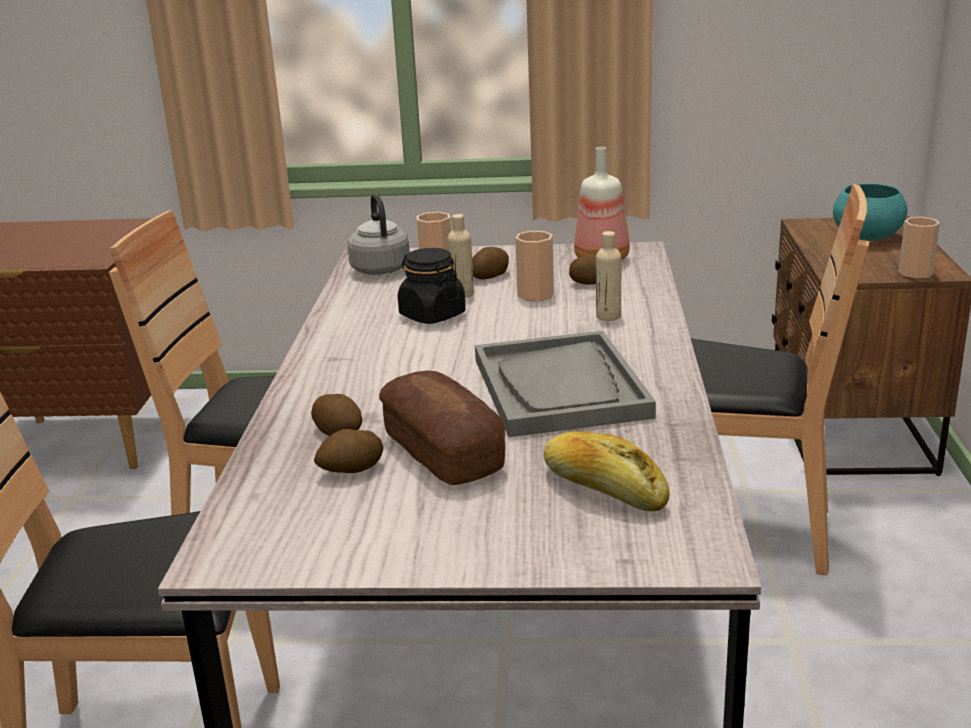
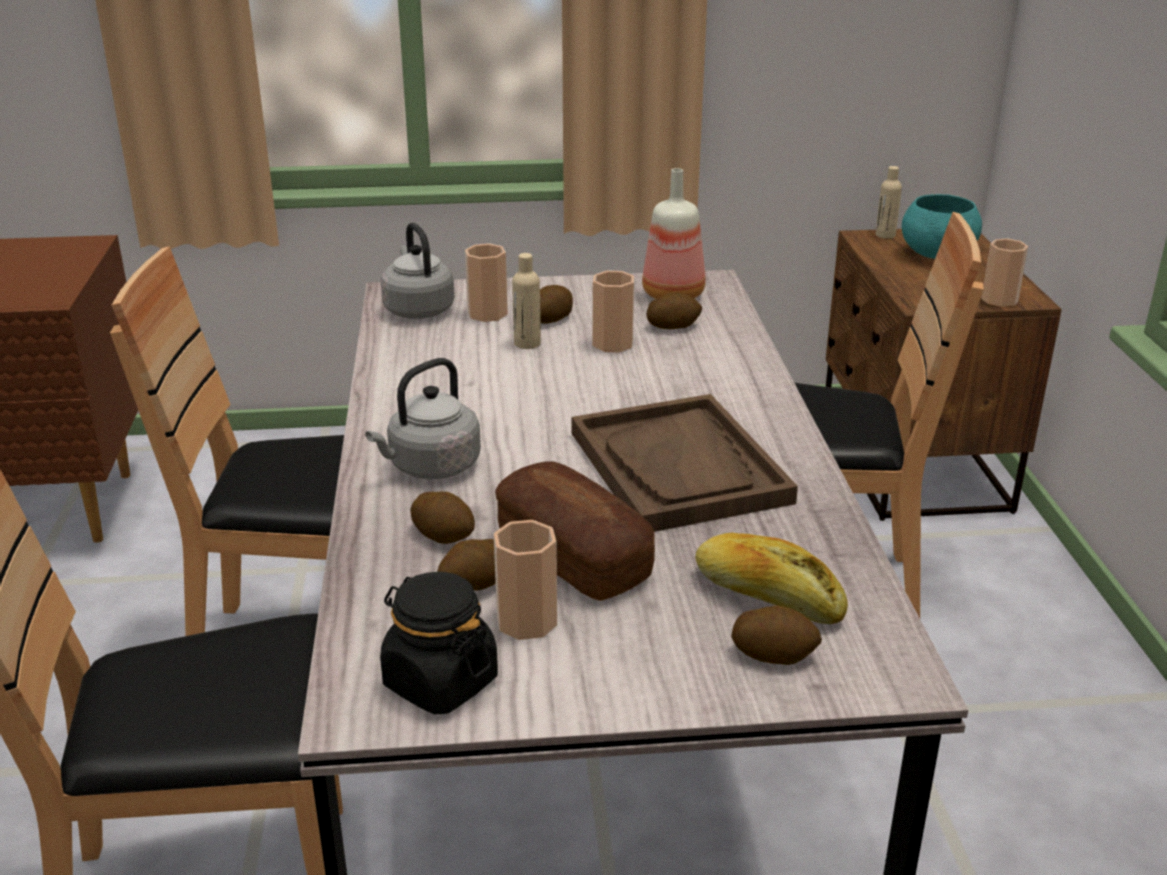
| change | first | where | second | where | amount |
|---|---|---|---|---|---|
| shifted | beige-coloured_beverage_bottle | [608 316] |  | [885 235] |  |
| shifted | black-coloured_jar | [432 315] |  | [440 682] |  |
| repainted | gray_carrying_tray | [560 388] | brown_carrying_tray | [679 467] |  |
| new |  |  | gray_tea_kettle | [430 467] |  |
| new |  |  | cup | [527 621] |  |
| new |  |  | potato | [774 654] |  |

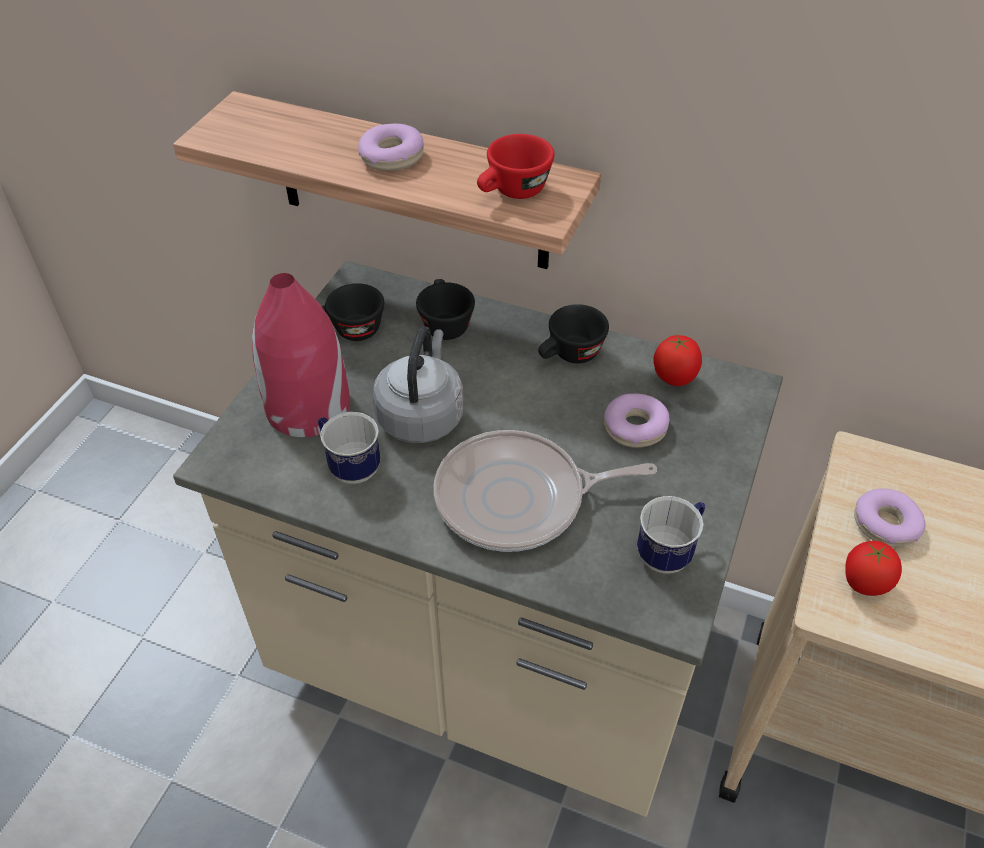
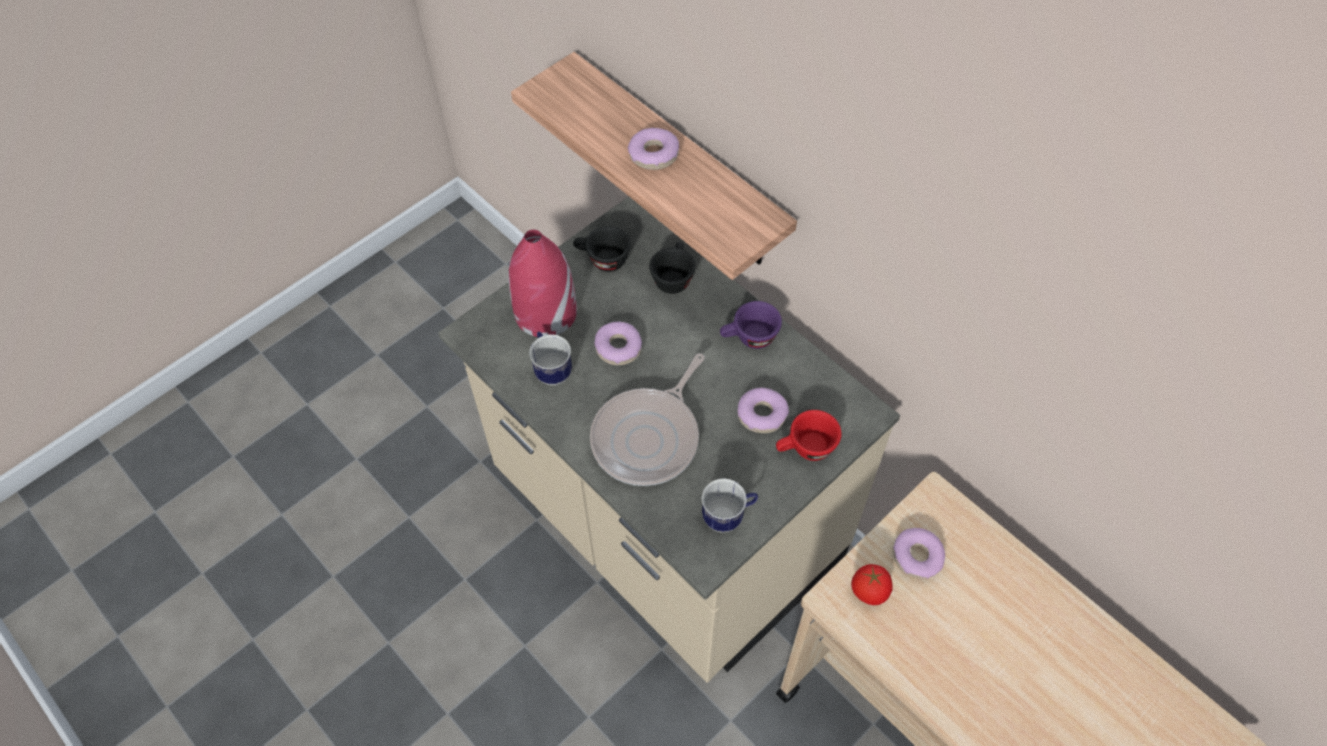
| change | first | where | second | where | amount |
|---|---|---|---|---|---|
| shifted | reddish_cup | [512 192] |  | [805 449] |  |
| repainted | black-coloured_cup | [570 355] | purple-coloured_cup | [749 338] |  |
| swapped | gray_tea_kettle | [421 415] | doughnut | [618 348] |  |
| gone | tomato | [674 379] |  |  |  |
| rotated | skillet | [518 499] |  | [649 437] | 75 degrees counterclockwise |

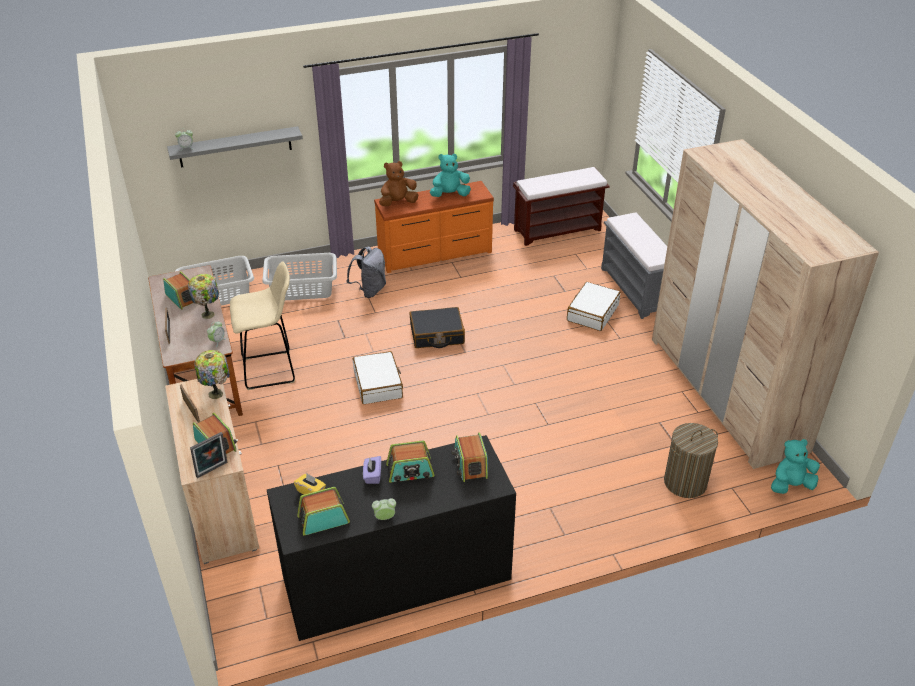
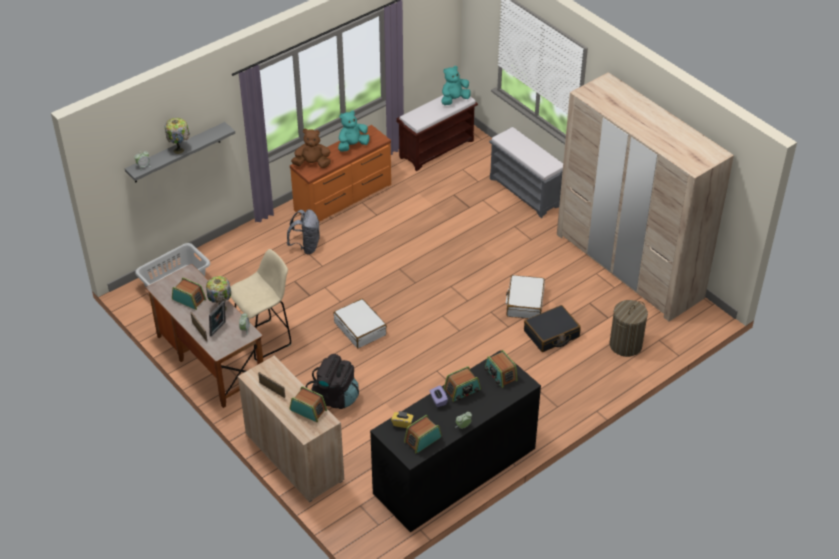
| change | first | where | second | where | amount |
|---|---|---|---|---|---|
| rotated | brown_plush_toy | [398 203] |  | [312 164] | 45 degrees clockwise |
| gone | gray_laundry_basket | [302 288] |  |  |  |
| shifted | white-coloured_suitcase | [592 313] |  | [524 302] |  |
| shifted | black-coloured_suitcase | [437 335] |  | [551 334] |  |
| shifted | lamp_for_a_table | [217 394] |  | [179 150] |  |
| shifted | photo_frame | [212 470] |  | [218 329] |  |
| shifted | turquoise_plush_toy | [790 485] |  | [454 100] |  |
| new |  |  | black-coloured_knapsack | [335 397] |  |

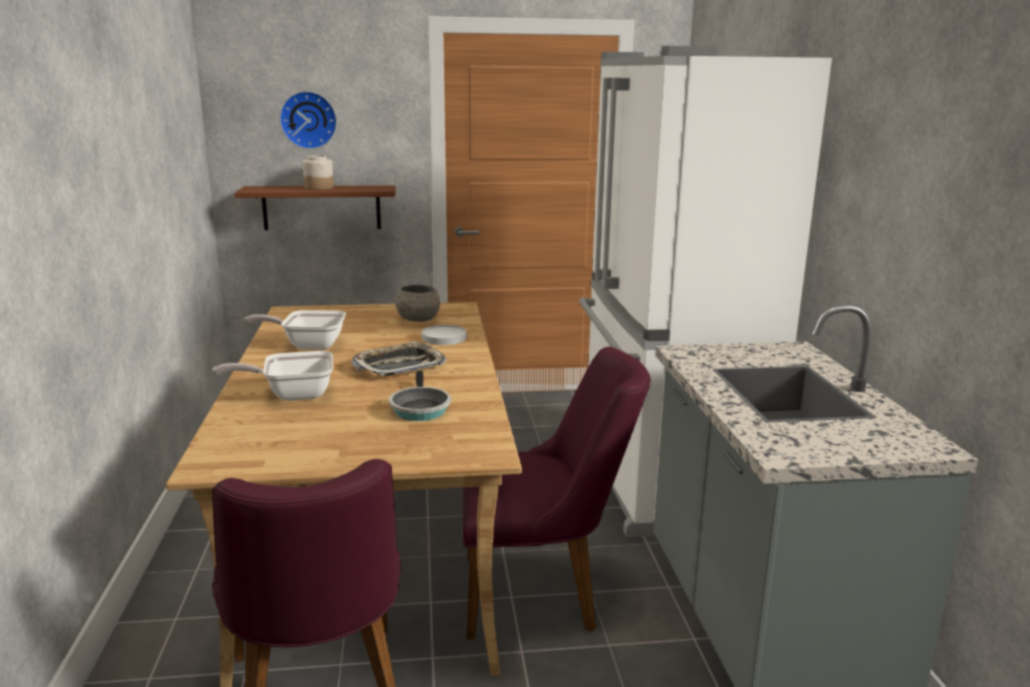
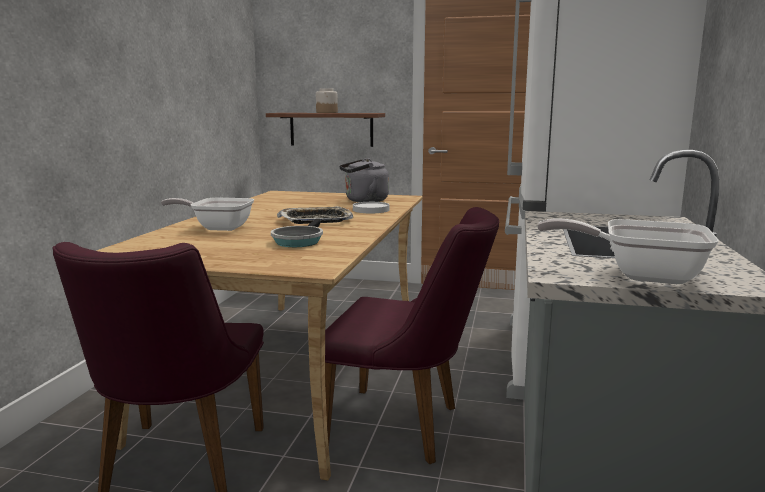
| change | first | where | second | where | amount |
|---|---|---|---|---|---|
| gone | hanging_clock | [309 120] |  |  |  |
| swapped | gray_serving_bowl | [417 319] | gray_tea_kettle | [364 201] |  |
| shifted | skillet | [308 345] |  | [639 275] |  |

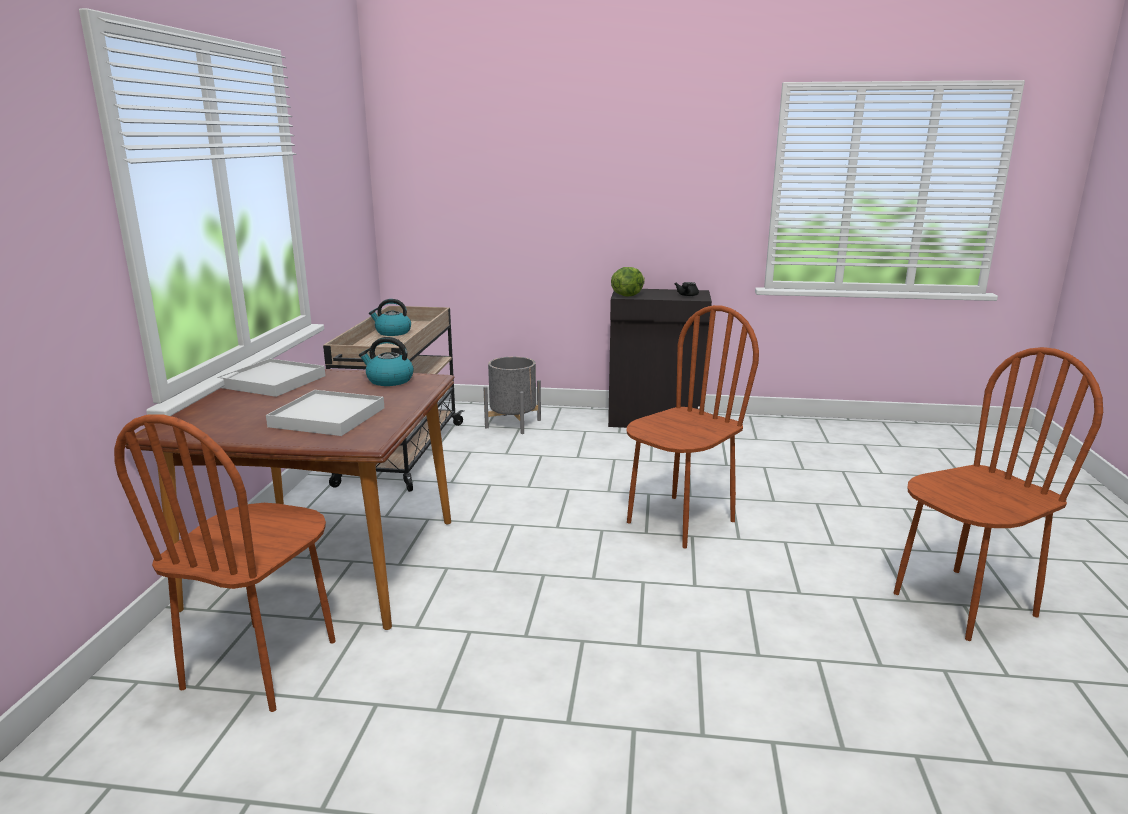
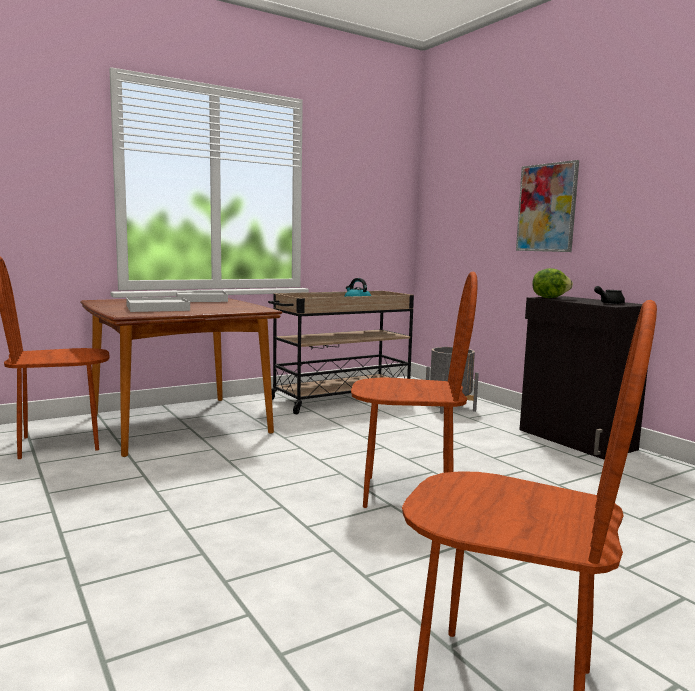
| change | first | where | second | where | amount |
|---|---|---|---|---|---|
| gone | tea_kettle | [389 380] |  |  |  |
| new |  |  | wall_picture | [547 208] |  |

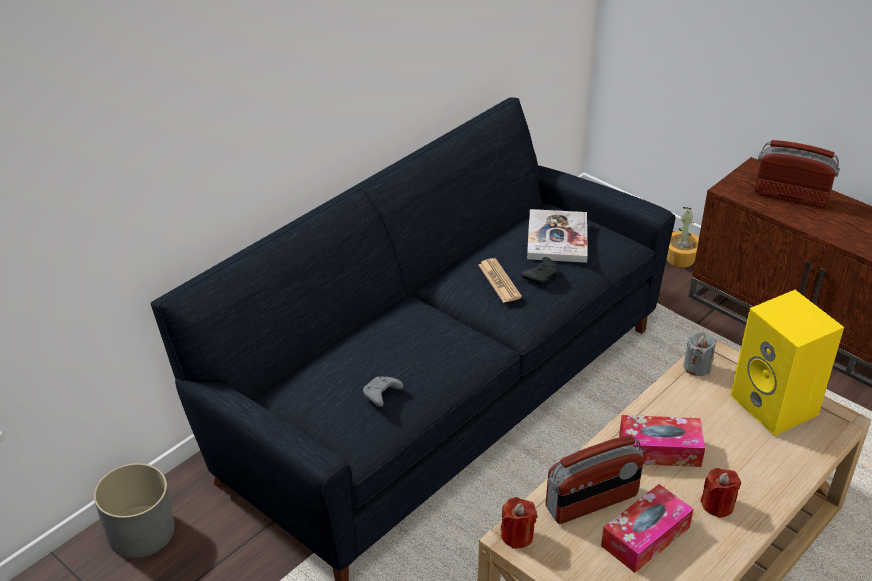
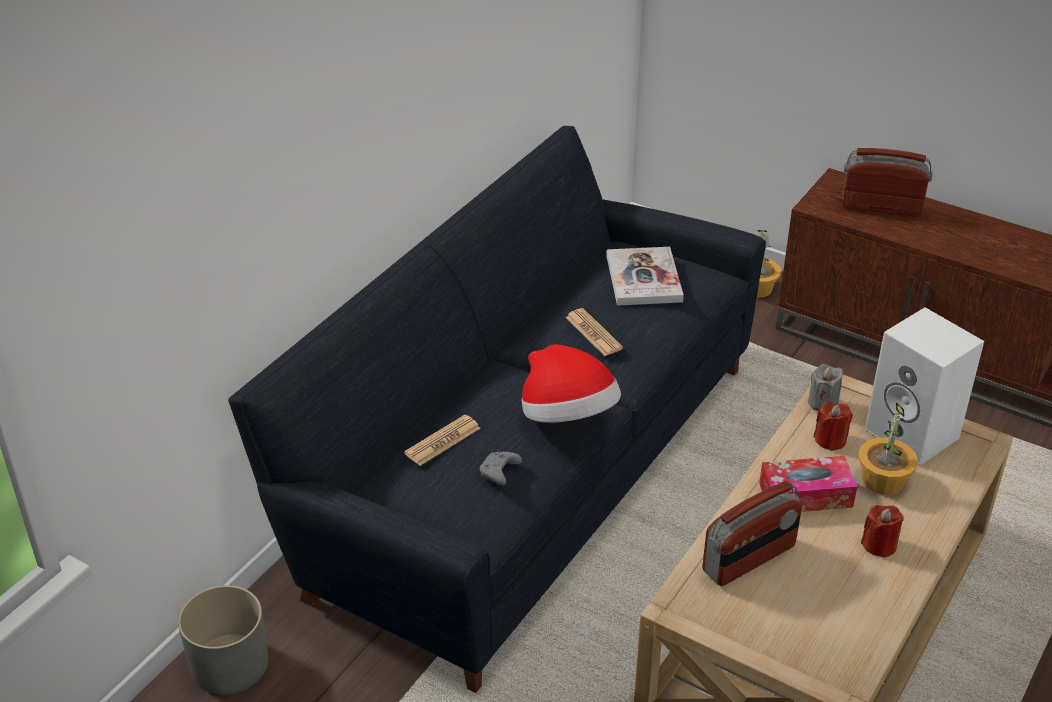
| change | first | where | second | where | amount |
|---|---|---|---|---|---|
| gone | black-coloured_gamepad | [541 276] |  |  |  |
| repainted | yellow_loudspeaker | [776 406] | white-coloured_loudspeaker | [914 433] |  |
| gone | tissue_holder | [645 536] |  |  |  |
| shifted | reddish_wax_light | [517 535] |  | [830 440] |  |
| new |  |  | wearable_hat | [568 417] |  |
| new |  |  | potted_plant | [882 480] |  |
| new |  |  | daily_paper | [442 441] |  |

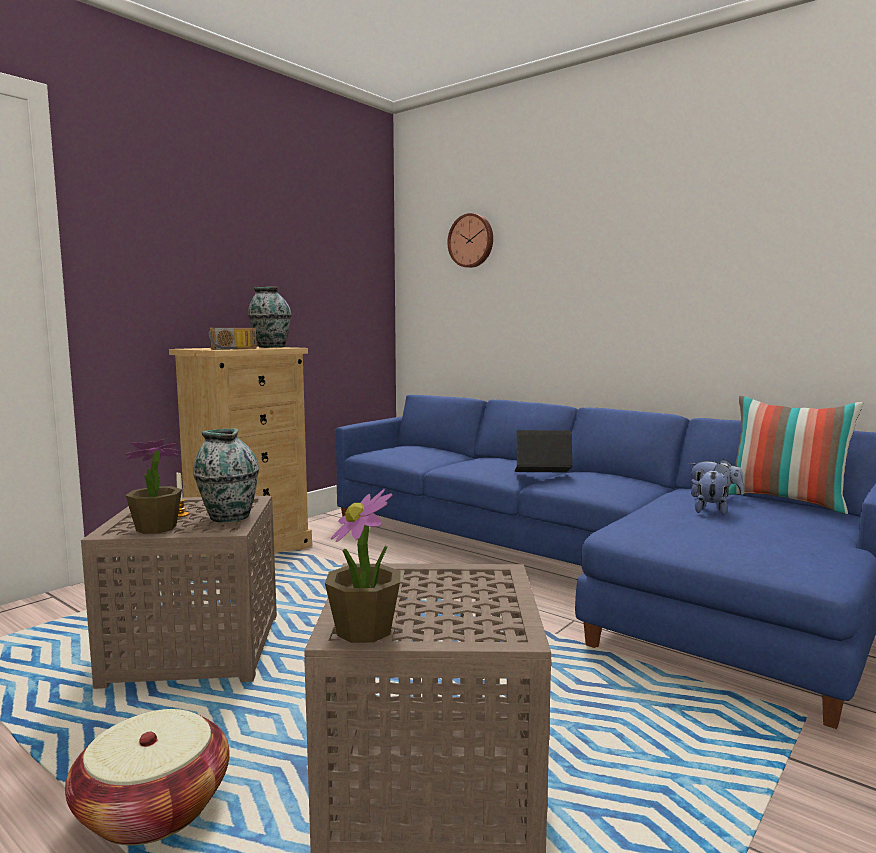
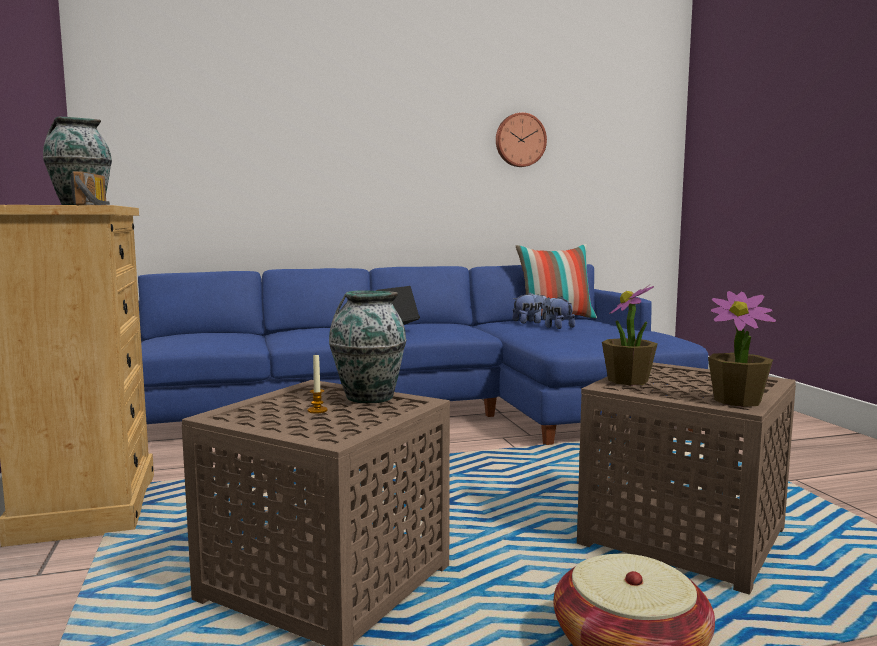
| change | first | where | second | where | amount |
|---|---|---|---|---|---|
| shifted | hanging_clock | [471 241] |  | [520 140] |  |
| shifted | potted_plant | [156 528] |  | [628 380] |  |

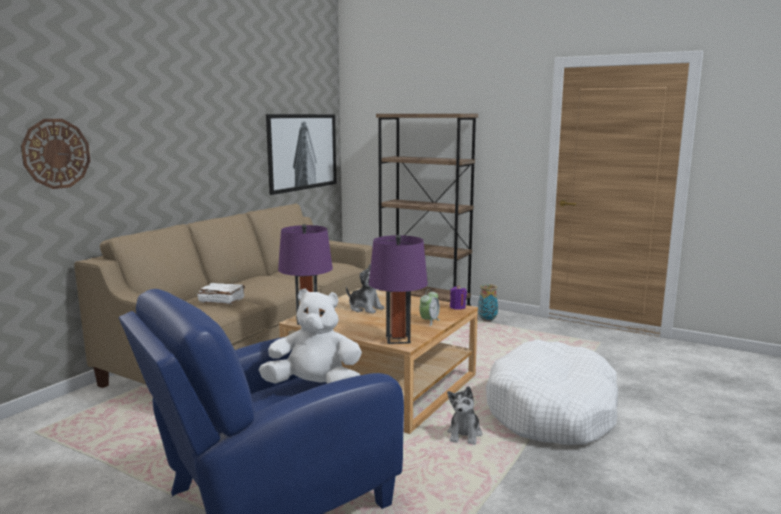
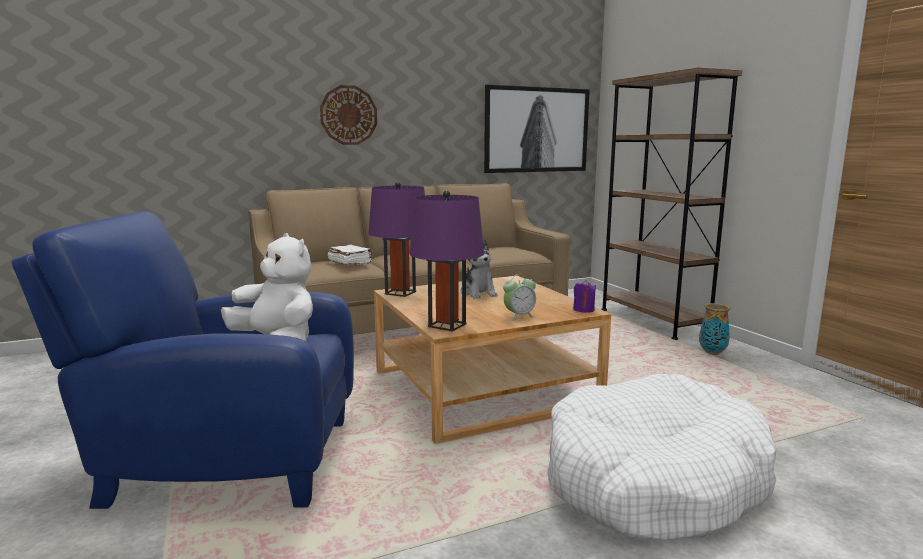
| change | first | where | second | where | amount |
|---|---|---|---|---|---|
| shifted | hanging_clock | [56 153] |  | [348 115] |  |
| gone | plush_toy | [464 434] |  |  |  |

